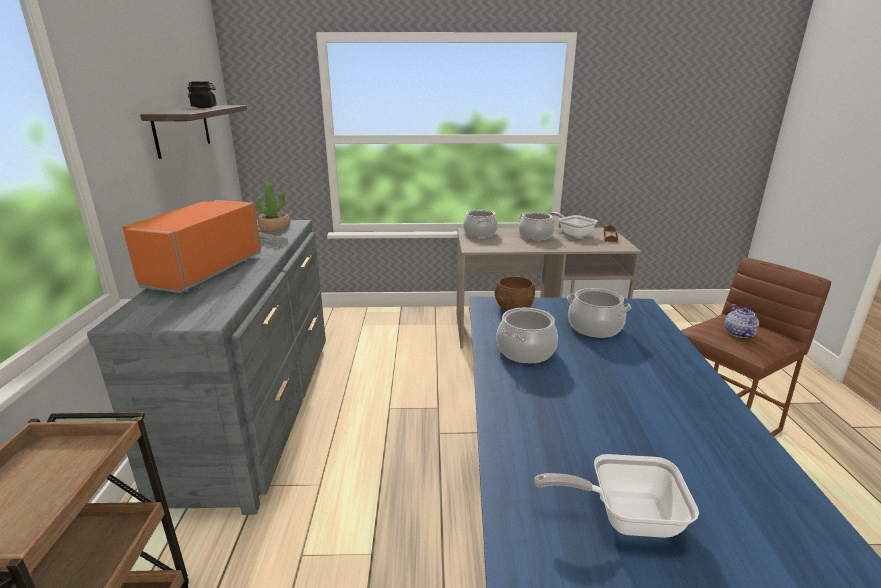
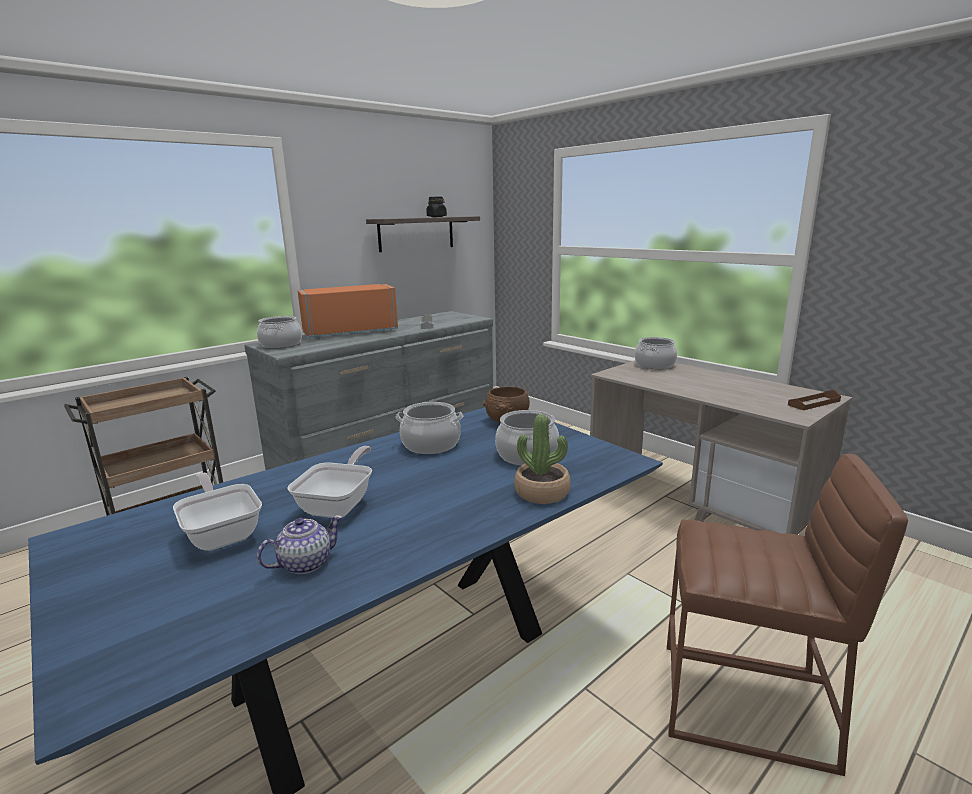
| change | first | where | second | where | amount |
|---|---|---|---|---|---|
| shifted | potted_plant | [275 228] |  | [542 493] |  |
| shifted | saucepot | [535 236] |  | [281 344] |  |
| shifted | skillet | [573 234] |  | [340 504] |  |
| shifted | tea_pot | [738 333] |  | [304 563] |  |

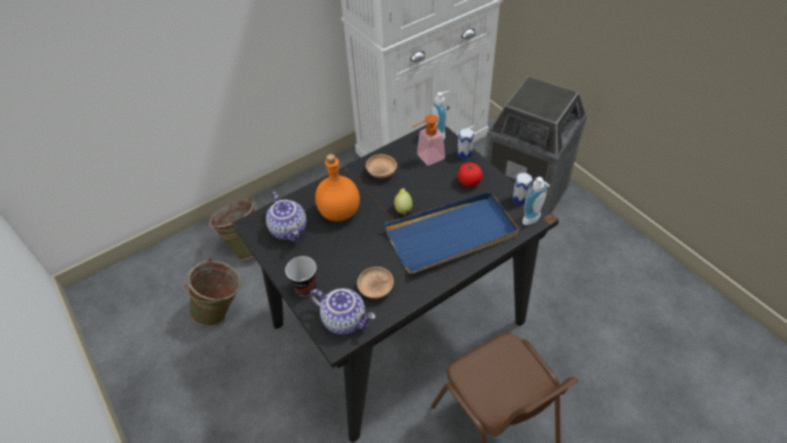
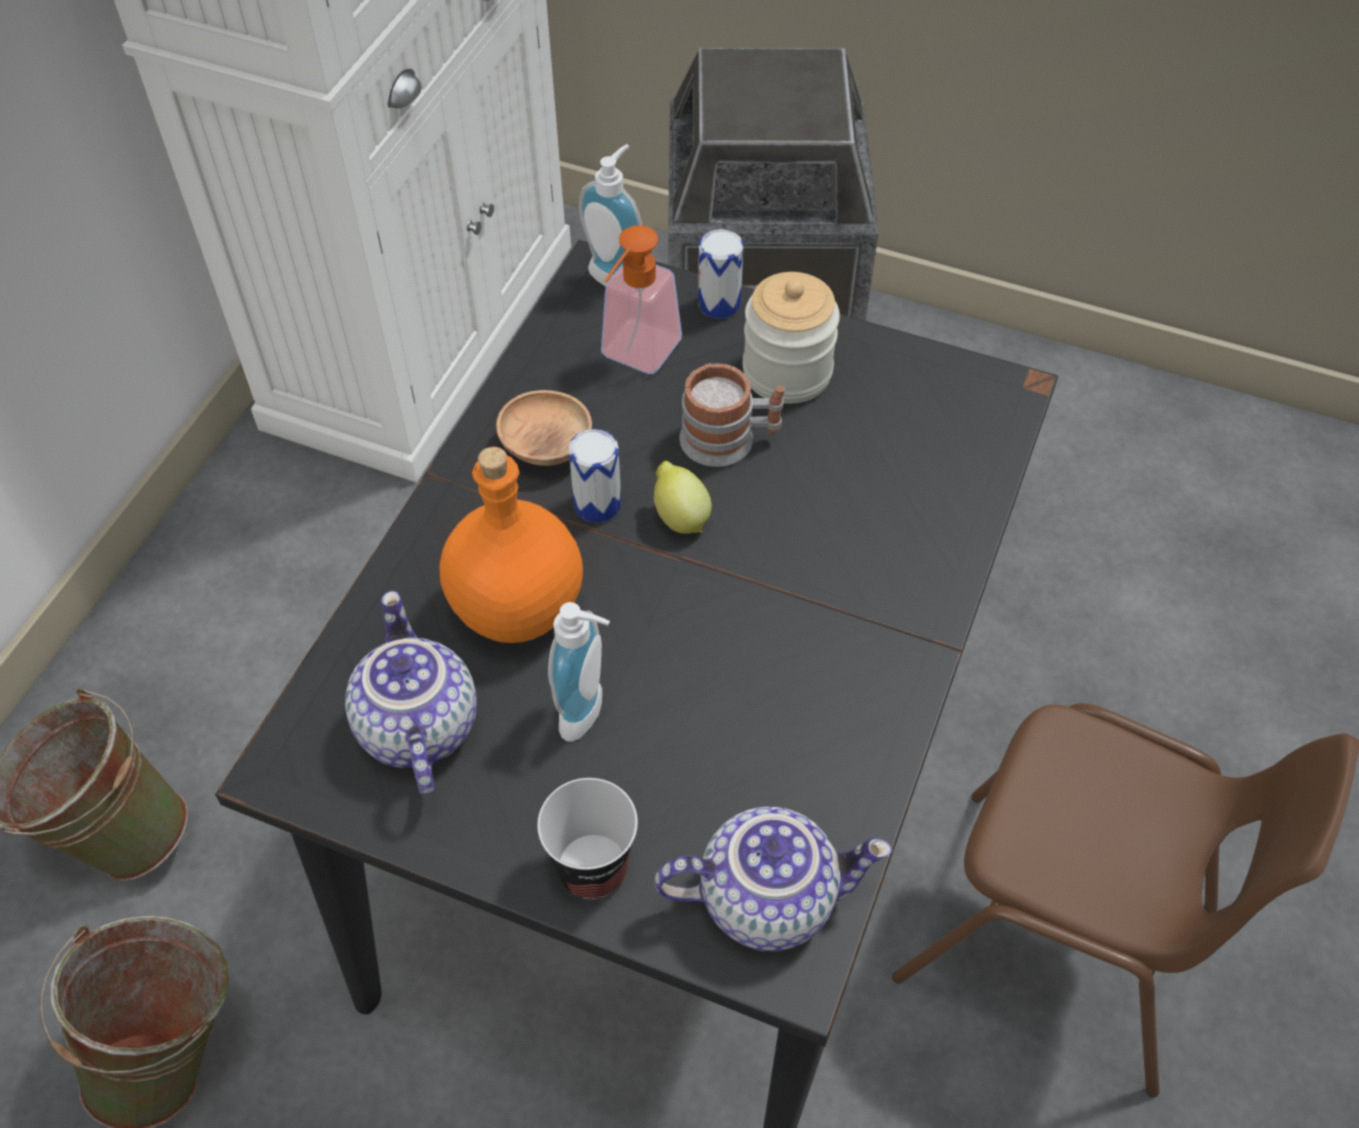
| change | first | where | second | where | amount |
|---|---|---|---|---|---|
| swapped | tomato | [469 182] | jar | [787 372] |  |
| shifted | sealed_can | [520 199] |  | [597 504] |  |
| shifted | liquid_soap_bottle | [533 220] |  | [589 713] |  |
| gone | bluish_carrying_tray | [452 235] |  |  |  |
| rotated | tea_pot | [290 229] |  | [415 726] | 135 degrees counterclockwise |
| gone | brown_serving_bowl | [376 289] |  |  |  |
| new |  |  | tea_mug | [729 440] |  |

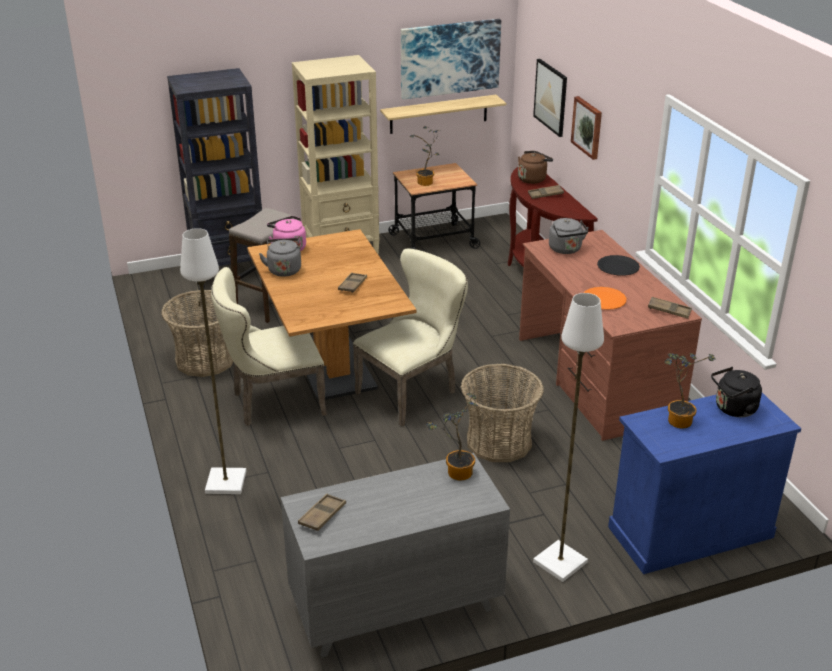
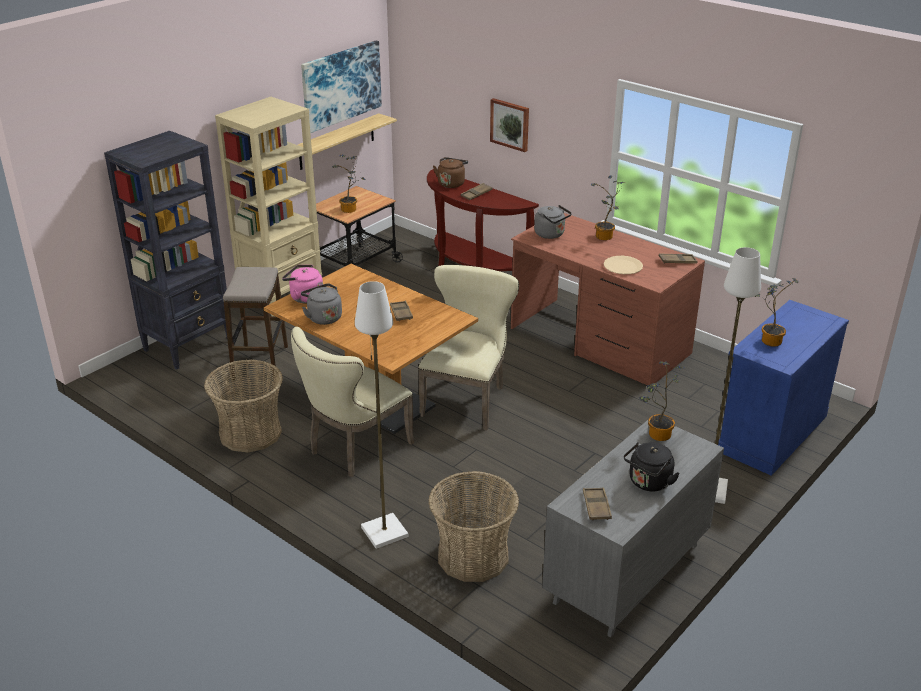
| change | first | where | second | where | amount |
|---|---|---|---|---|---|
| gone | wall_picture | [551 97] |  |  |  |
| swapped | black-coloured_plate | [618 267] | potted_plant | [604 237] |  |
| repainted | orange_plate | [603 300] | beige-coloured_plate | [623 266] |  |
| shifted | basket | [499 442] |  | [473 556] |  |
| shifted | black-coloured_tea_kettle | [733 409] |  | [648 483] |  |

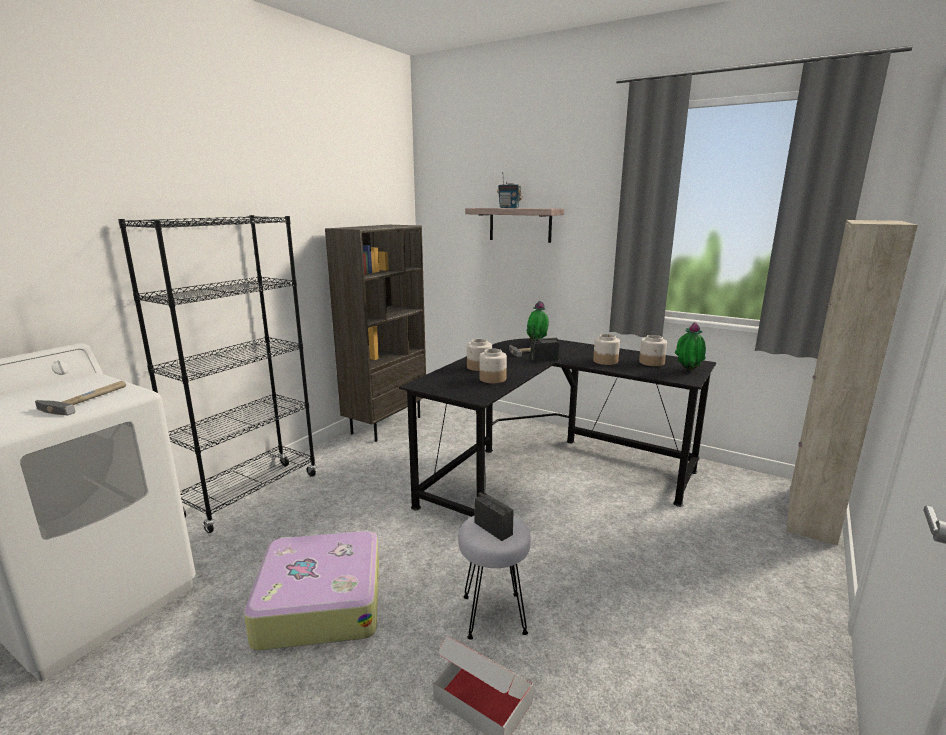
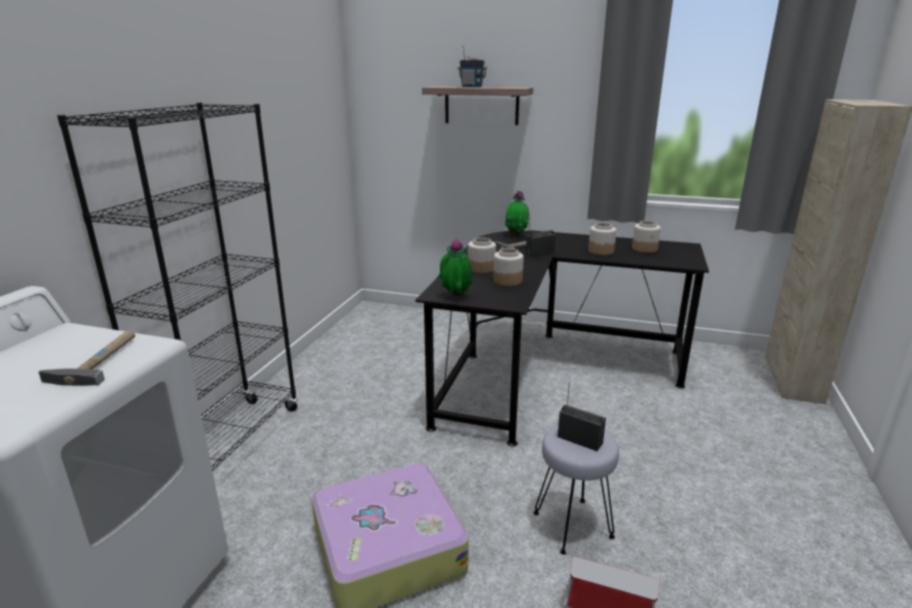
| change | first | where | second | where | amount |
|---|---|---|---|---|---|
| gone | brown_shelving_unit | [386 425] |  |  |  |
| shifted | potted_plant | [687 371] |  | [455 297] |  |

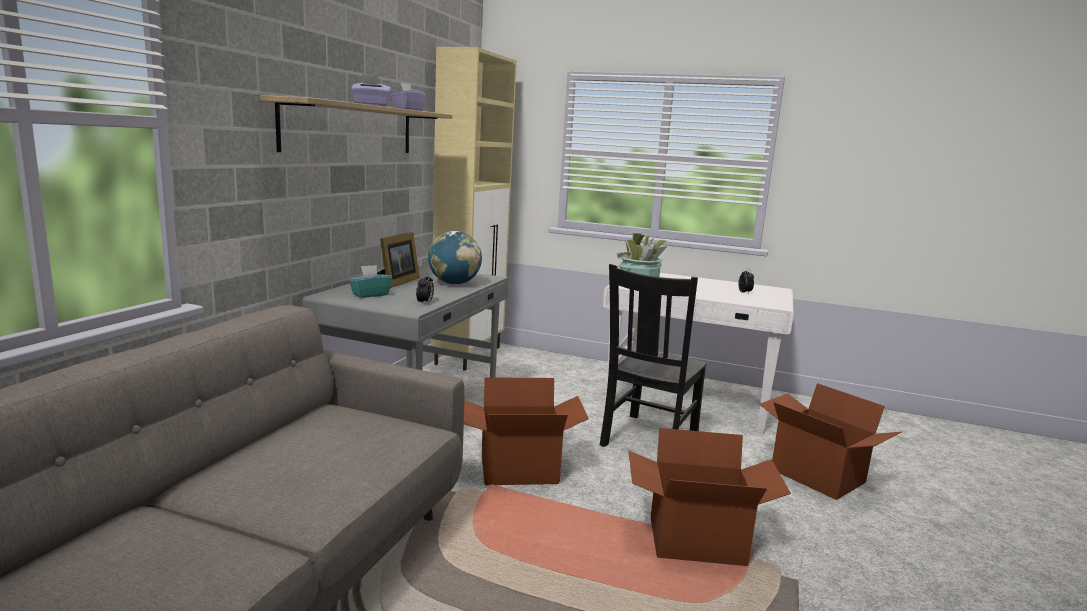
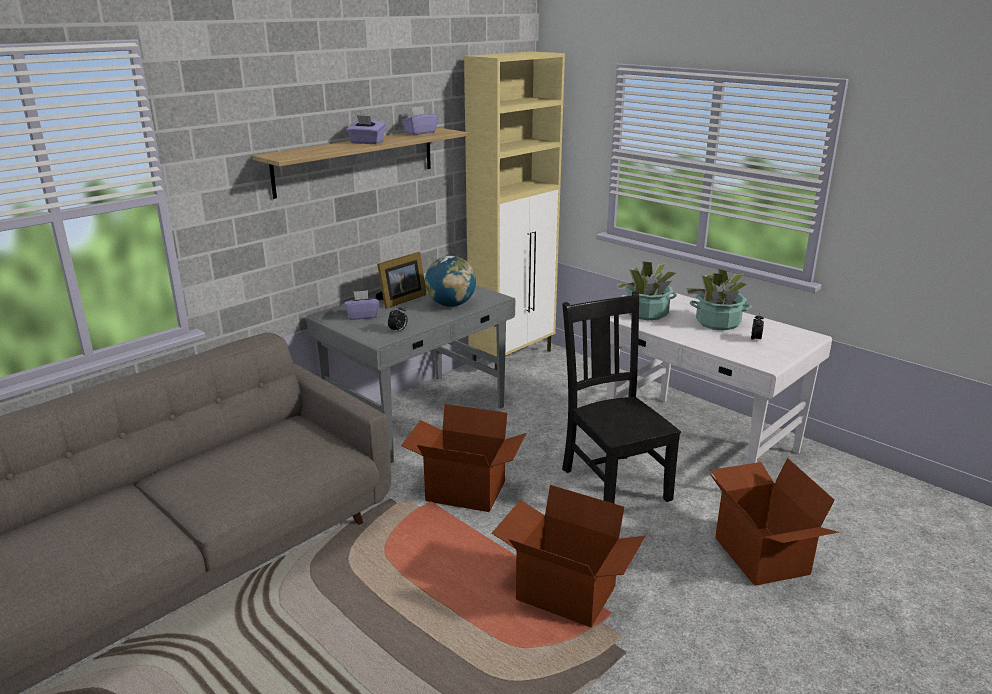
| change | first | where | second | where | amount |
|---|---|---|---|---|---|
| rotated | black-coloured_upright_chair | [648 440] |  | [614 482] | 105 degrees clockwise |
| repainted | turquoise_tissue_holder | [370 294] | purple-coloured_tissue_holder | [362 316] |  |
| new |  |  | potted_plant | [718 323] |  |

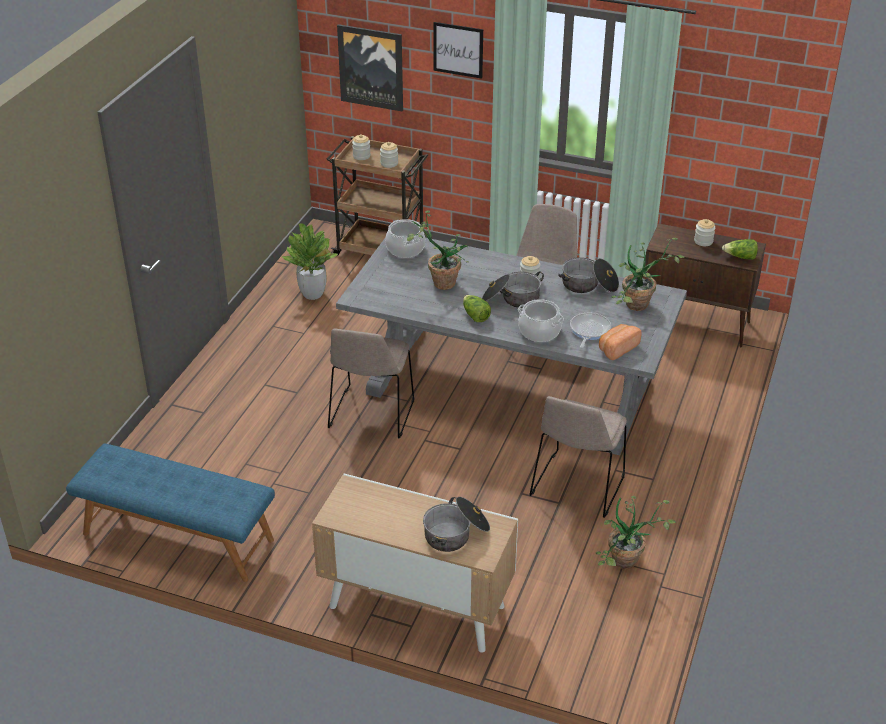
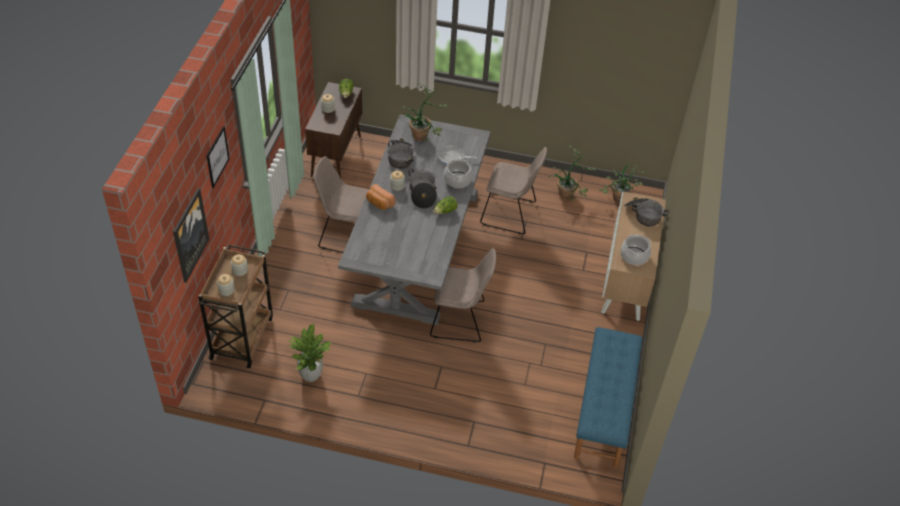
| change | first | where | second | where | amount |
|---|---|---|---|---|---|
| shifted | potted_plant | [439 281] |  | [617 200] |  |
| shifted | saucepot | [405 249] |  | [634 256] |  |
| shifted | bakery_bread | [617 349] |  | [379 203] |  |

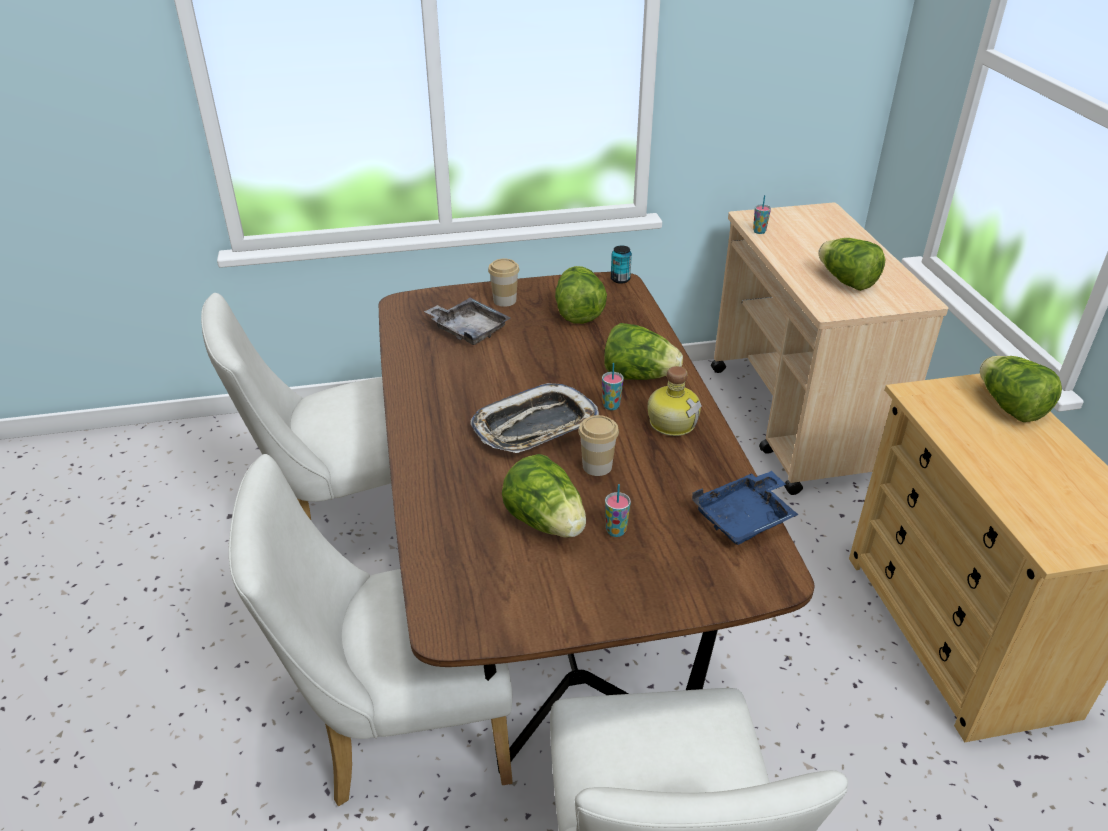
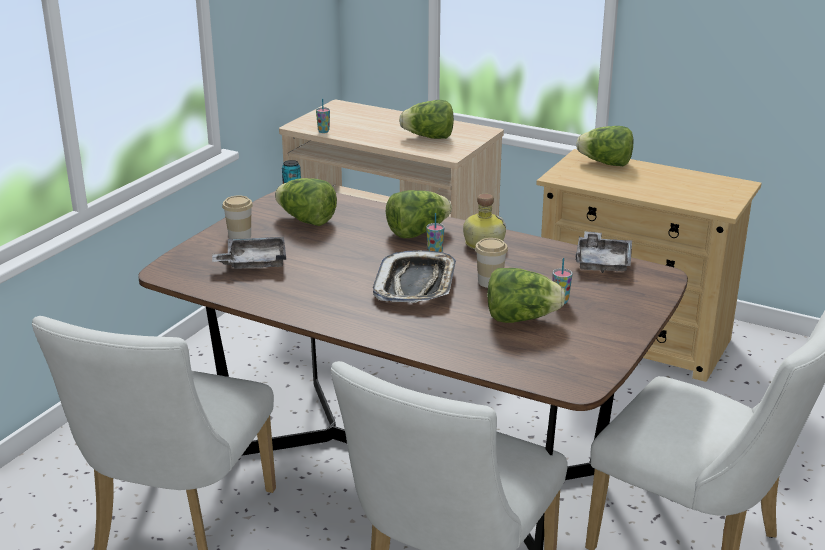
| change | first | where | second | where | amount |
|---|---|---|---|---|---|
| repainted | bluish_carrying_tray | [745 518] | gray_carrying_tray | [602 262] |  |

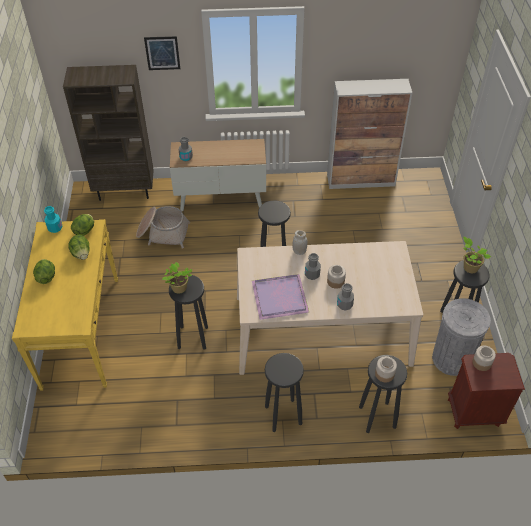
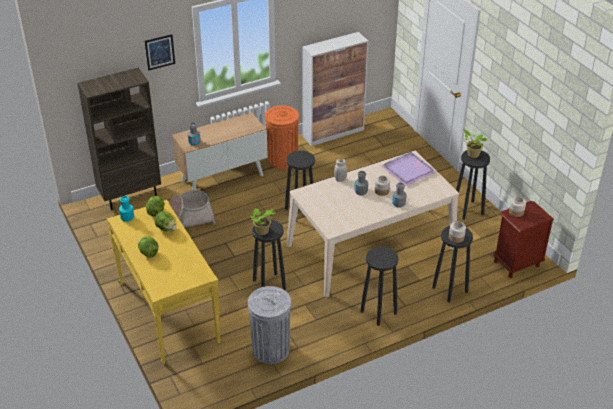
| change | first | where | second | where | amount |
|---|---|---|---|---|---|
| shifted | purple-coloured_carrying_tray | [281 298] |  | [409 170] |  |
| shifted | gray_rubbish_bin | [451 359] |  | [271 350] |  |
| new |  |  | orange_rubbish_bin | [282 160] |  |

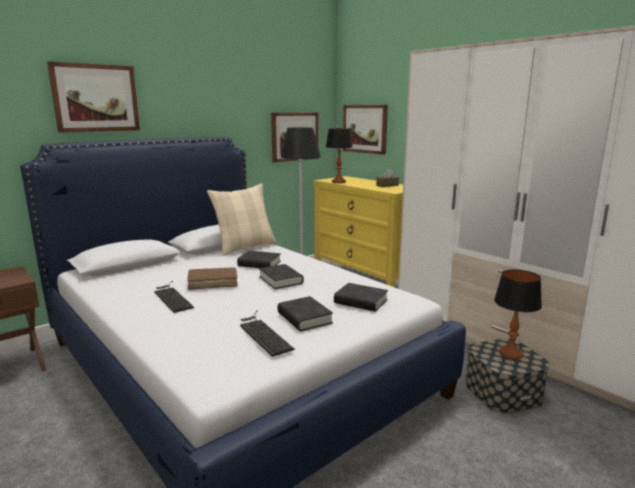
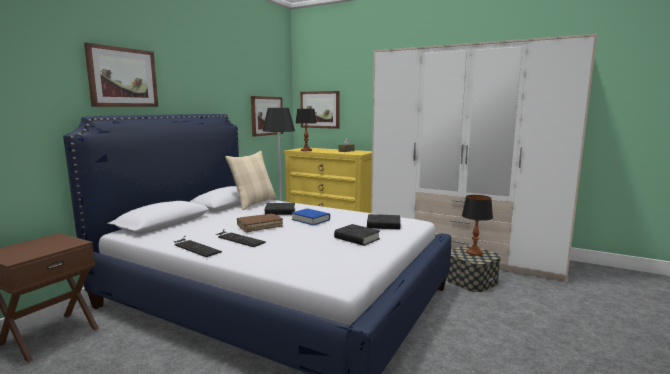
| change | first | where | second | where | amount |
|---|---|---|---|---|---|
| repainted | black-coloured_bound_book | [280 280] | bluish_bound_book | [310 220] |  |
| shifted | keyboard | [263 333] |  | [194 247] |  |

